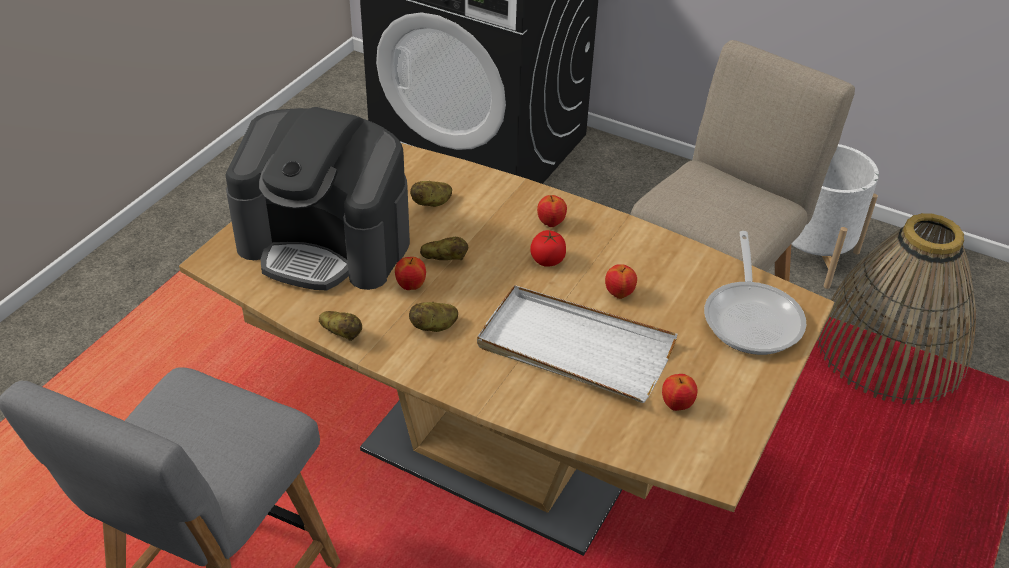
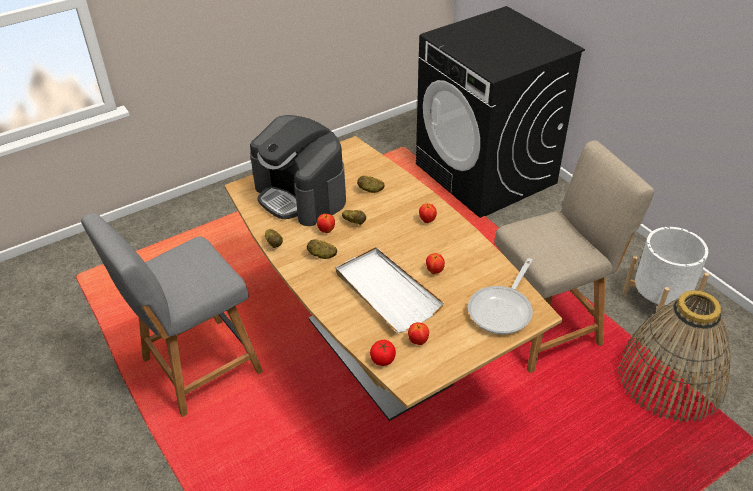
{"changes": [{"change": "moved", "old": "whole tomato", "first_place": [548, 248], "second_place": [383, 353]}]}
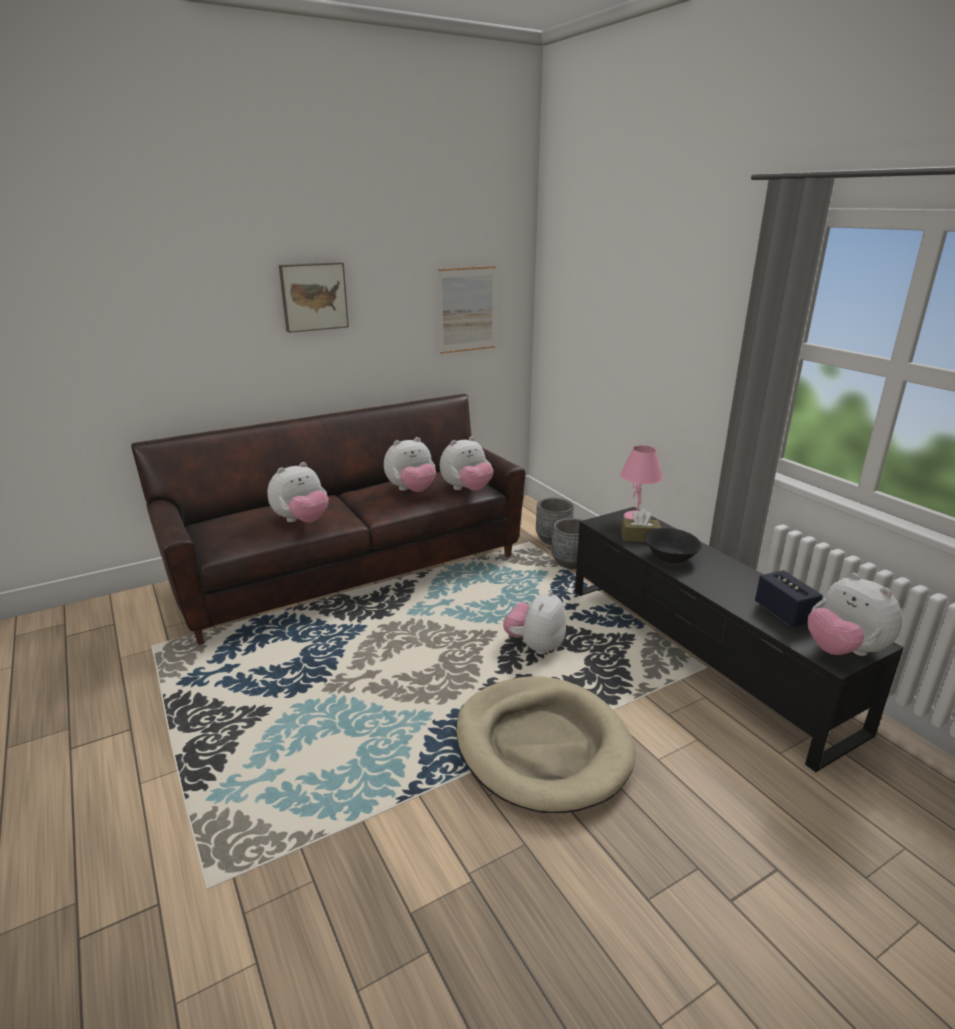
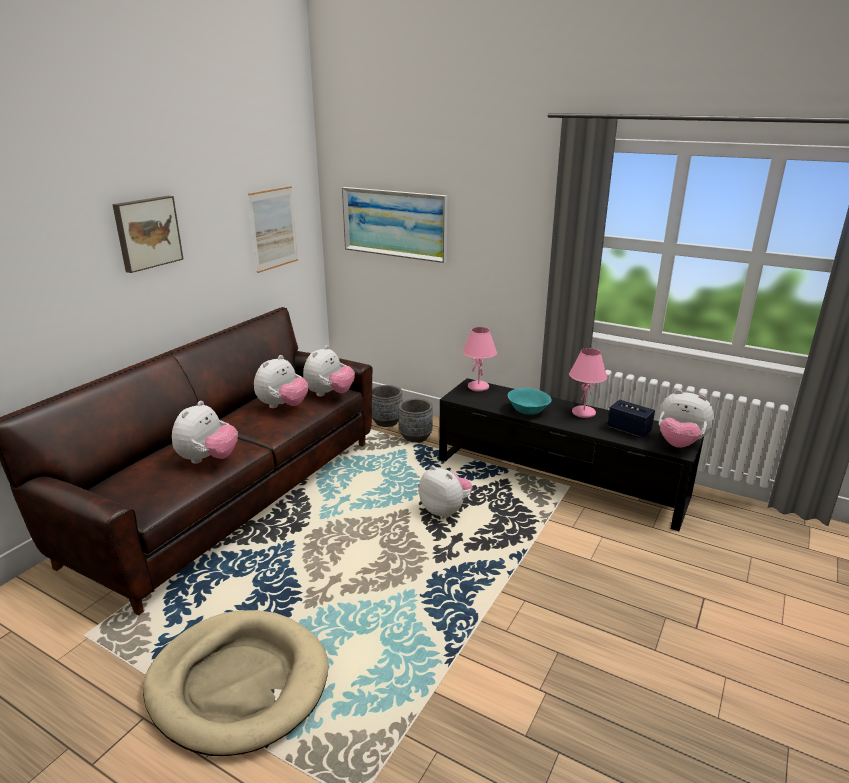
{"changes": [{"change": "removed", "old": "tissue holder/brown-coloured", "first_place": [641, 525]}, {"change": "recoloured", "old": "serving bowl/black", "new": "serving bowl/turquoise-coloured", "first_place": [673, 545], "second_place": [530, 401]}, {"change": "turned", "old": "cuddly toy", "first_place": [534, 622], "second_place": [446, 491], "degrees": 135}, {"change": "moved", "old": "dog bed/sand-coloured", "first_place": [546, 744], "second_place": [235, 683]}, {"change": "added", "new": "picture", "second_place": [394, 225]}, {"change": "added", "new": "tabletop lamp/pink-coloured", "second_place": [588, 383]}]}
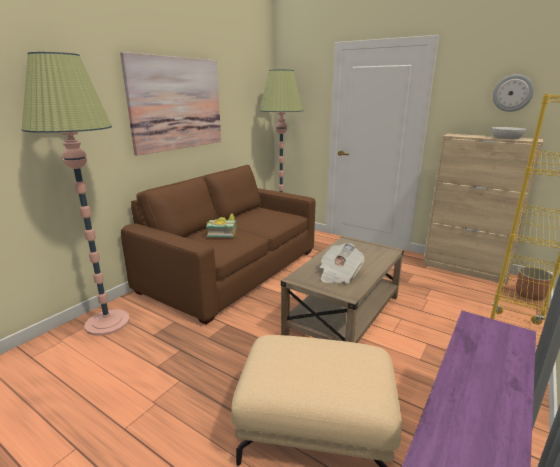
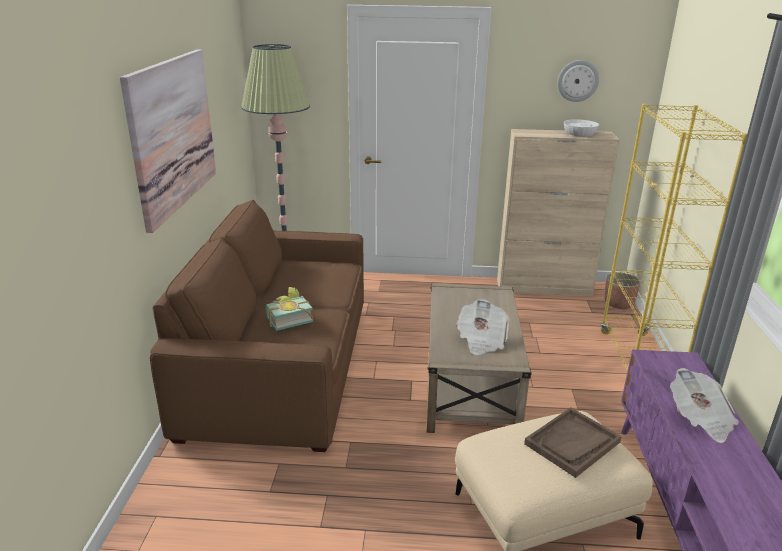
{"changes": [{"change": "removed", "old": "standing lamp", "first_place": [75, 194]}, {"change": "added", "new": "printed paper", "second_place": [704, 405]}, {"change": "added", "new": "tray/brown-coloured", "second_place": [573, 443]}]}
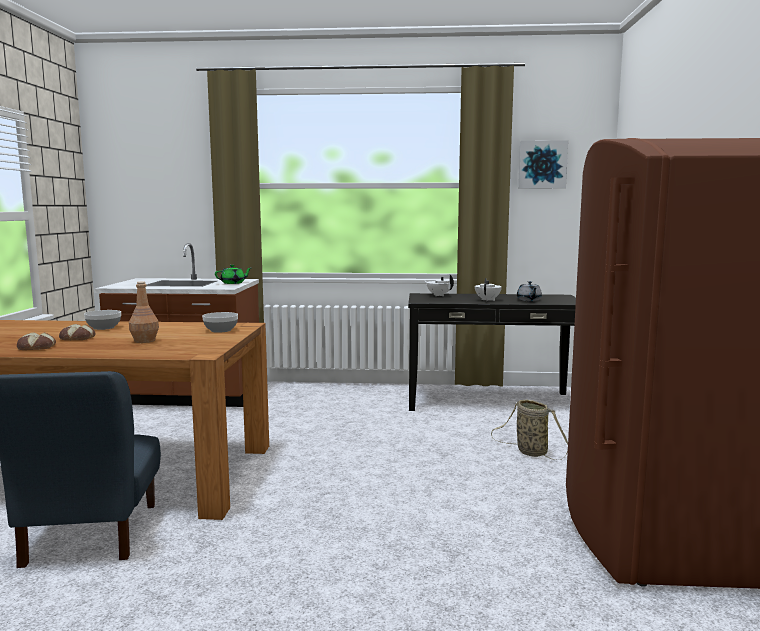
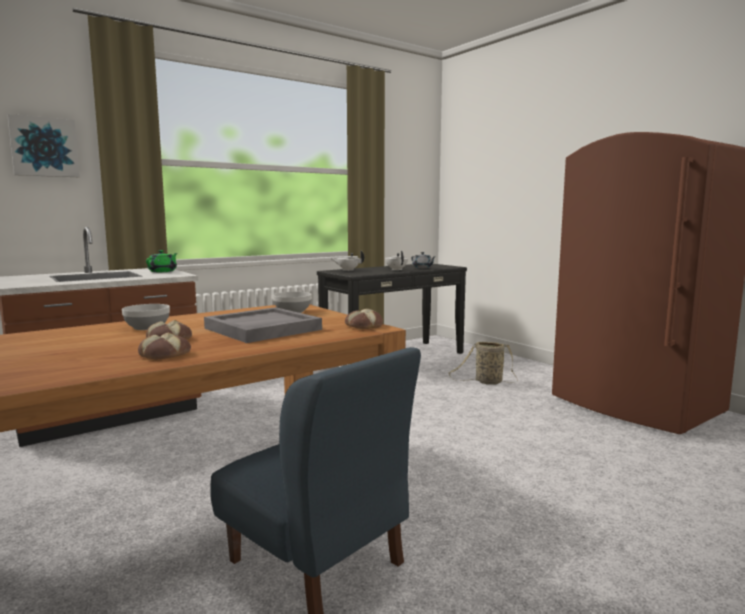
{"changes": [{"change": "moved", "old": "picture", "first_place": [543, 164], "second_place": [43, 145]}, {"change": "replaced", "old": "bottle/brown-coloured", "new": "tray/greyish", "first_place": [144, 312], "second_place": [263, 325]}, {"change": "added", "new": "bread", "second_place": [364, 319]}]}
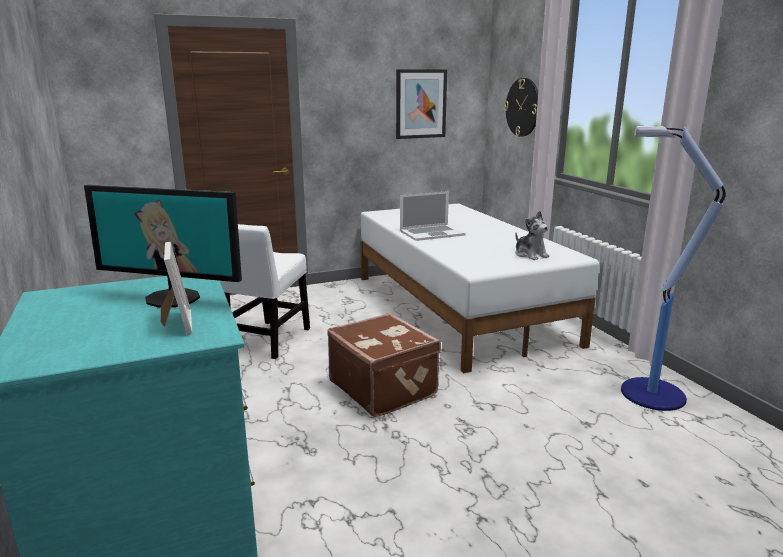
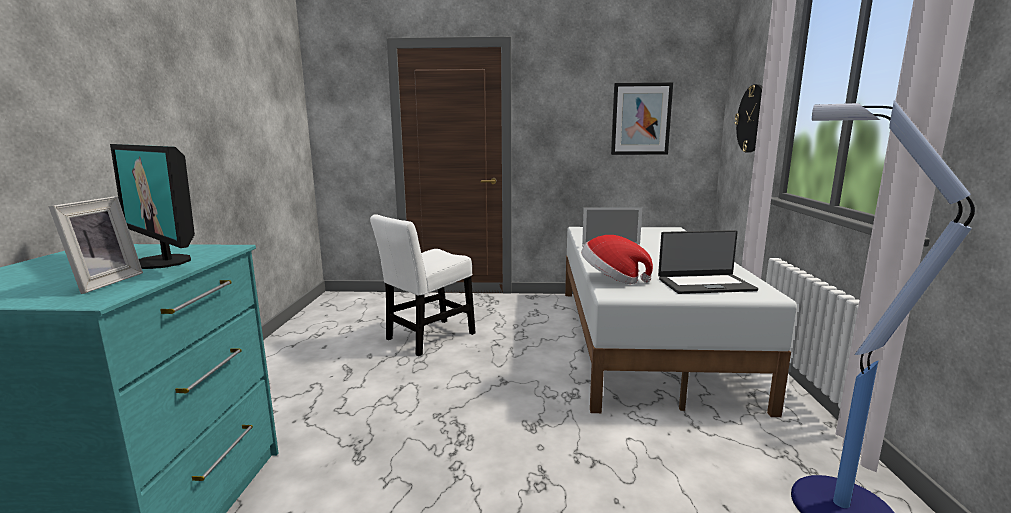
{"changes": [{"change": "replaced", "old": "cuddly toy", "new": "notebook computer", "first_place": [532, 235], "second_place": [708, 262]}, {"change": "removed", "old": "suitcase/brown-coloured", "first_place": [384, 365]}, {"change": "added", "new": "clothing hat", "second_place": [617, 259]}]}
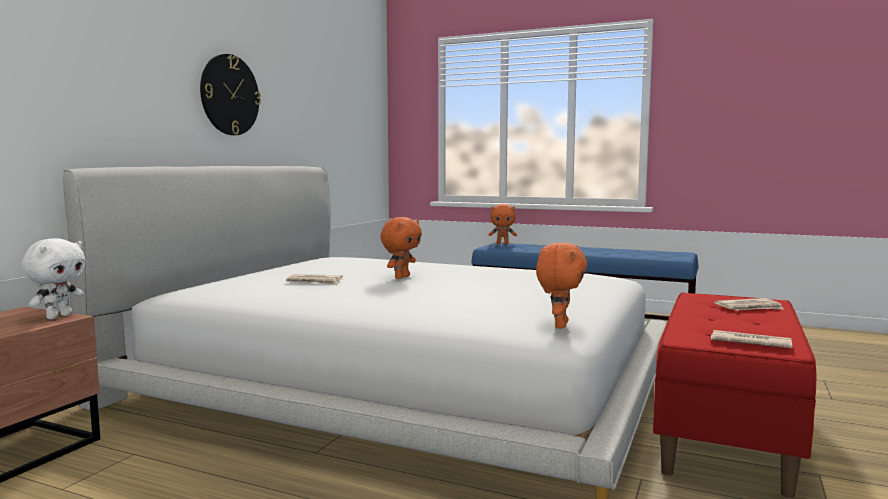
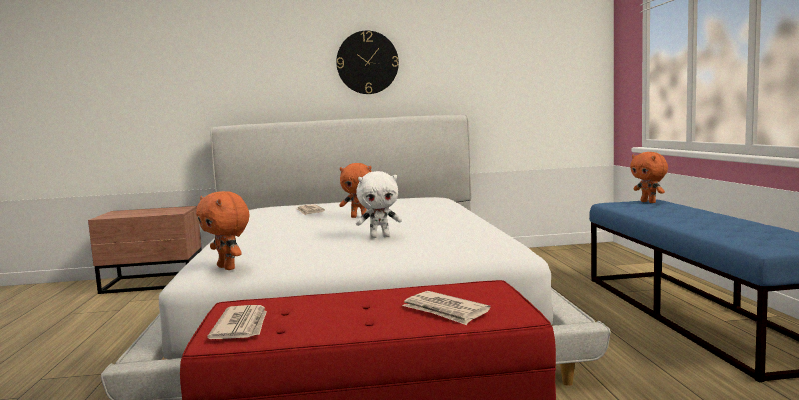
{"changes": [{"change": "moved", "old": "cuddly toy/white", "first_place": [53, 278], "second_place": [379, 204]}, {"change": "turned", "old": "cuddly toy/orangey", "first_place": [561, 286], "second_place": [223, 230], "degrees": 60}]}
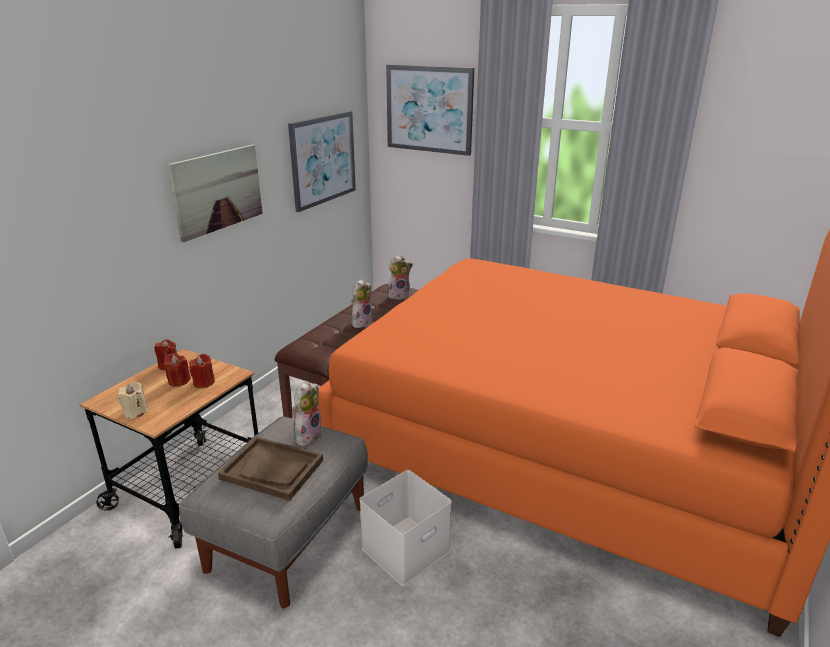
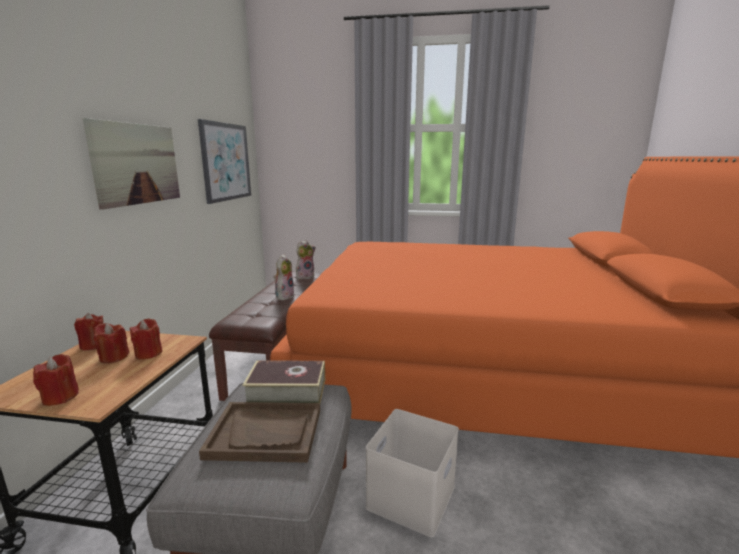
{"changes": [{"change": "removed", "old": "picture", "first_place": [430, 110]}, {"change": "recoloured", "old": "wax light/sand-coloured", "new": "wax light/reddish", "first_place": [133, 399], "second_place": [56, 380]}, {"change": "replaced", "old": "cuddly toy", "new": "volume", "first_place": [307, 413], "second_place": [284, 381]}]}
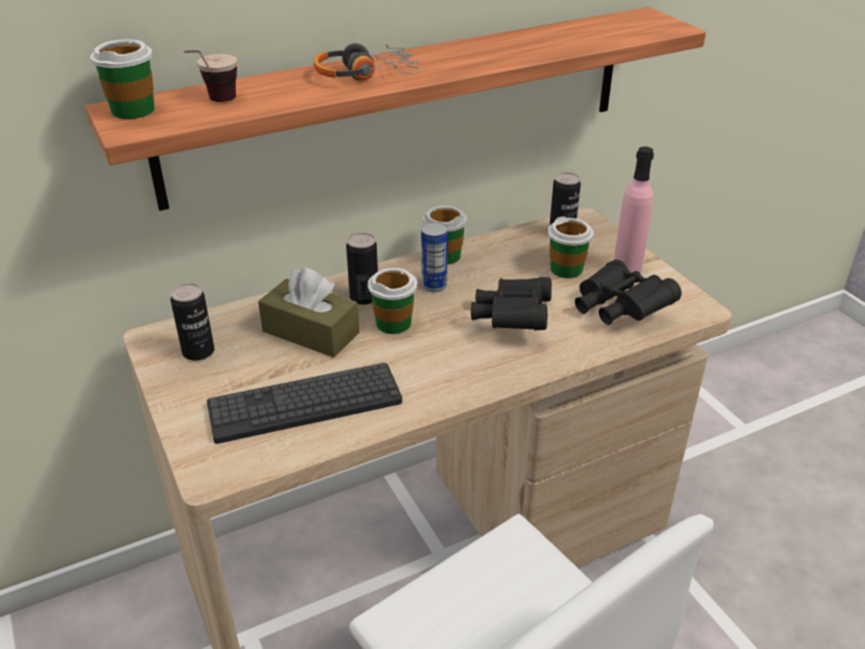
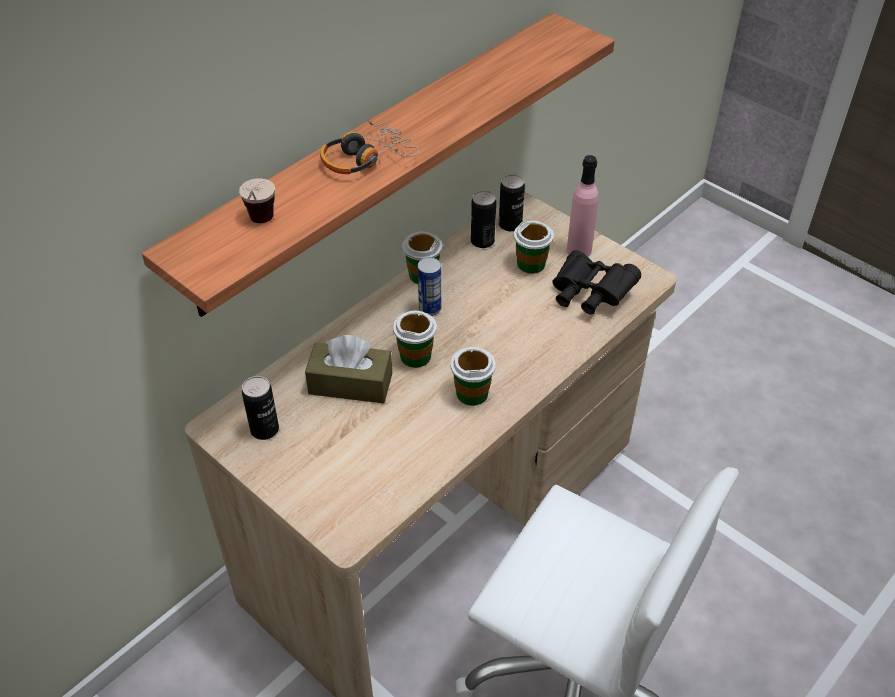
{"changes": [{"change": "moved", "old": "cup", "first_place": [122, 79], "second_place": [473, 376]}, {"change": "moved", "old": "sealed can", "first_place": [362, 269], "second_place": [483, 219]}, {"change": "removed", "old": "field glasses/black", "first_place": [511, 303]}, {"change": "removed", "old": "PC keyboard", "first_place": [304, 403]}]}
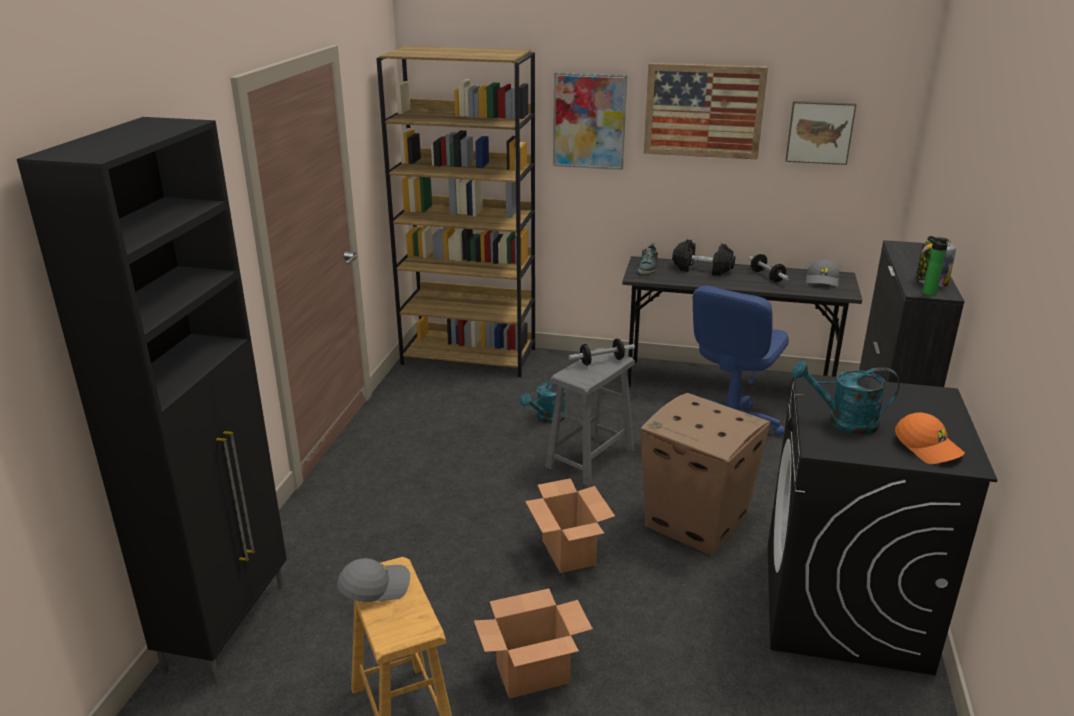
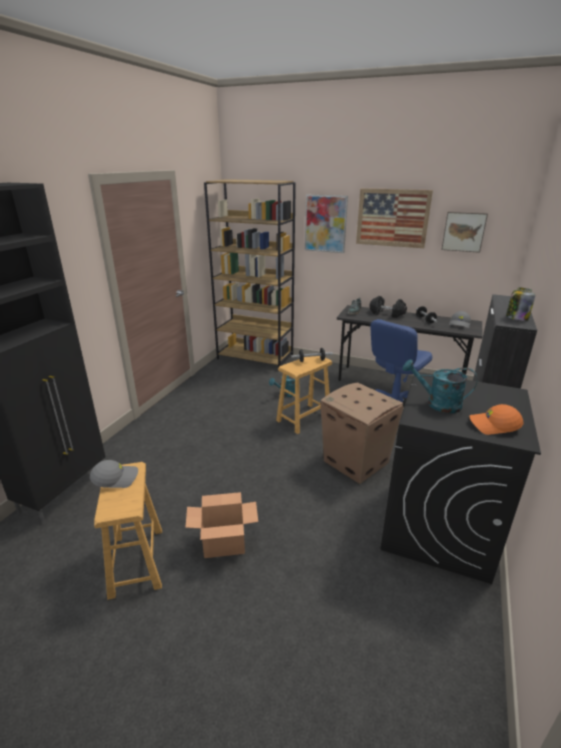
{"changes": [{"change": "removed", "old": "bottle", "first_place": [935, 266]}, {"change": "recoloured", "old": "stool/greyish", "new": "stool/brown-coloured", "first_place": [590, 417], "second_place": [304, 395]}, {"change": "turned", "old": "peaked cap/orangey", "first_place": [930, 438], "second_place": [496, 419], "degrees": 120}, {"change": "removed", "old": "cardboard box", "first_place": [570, 525]}]}
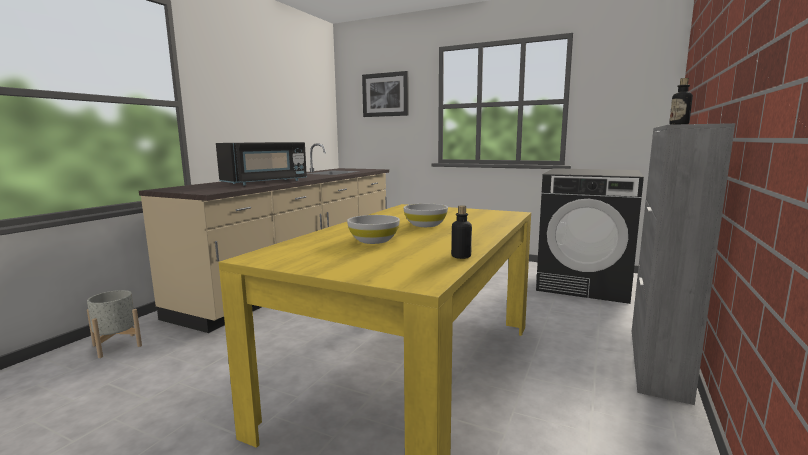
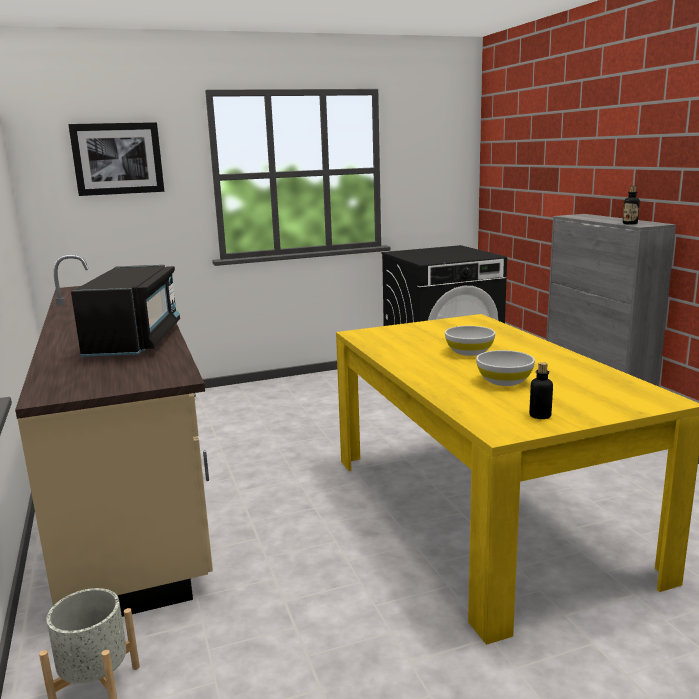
{"changes": [{"change": "moved", "old": "bottle", "first_place": [461, 232], "second_place": [541, 390]}]}
